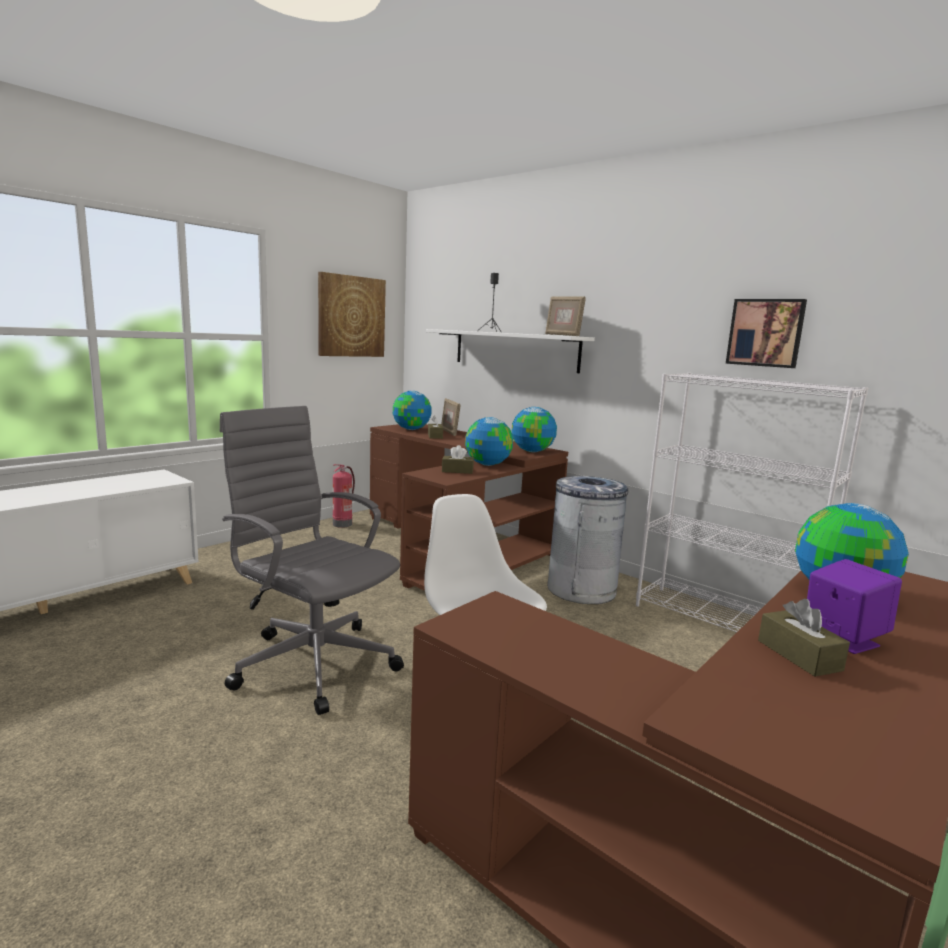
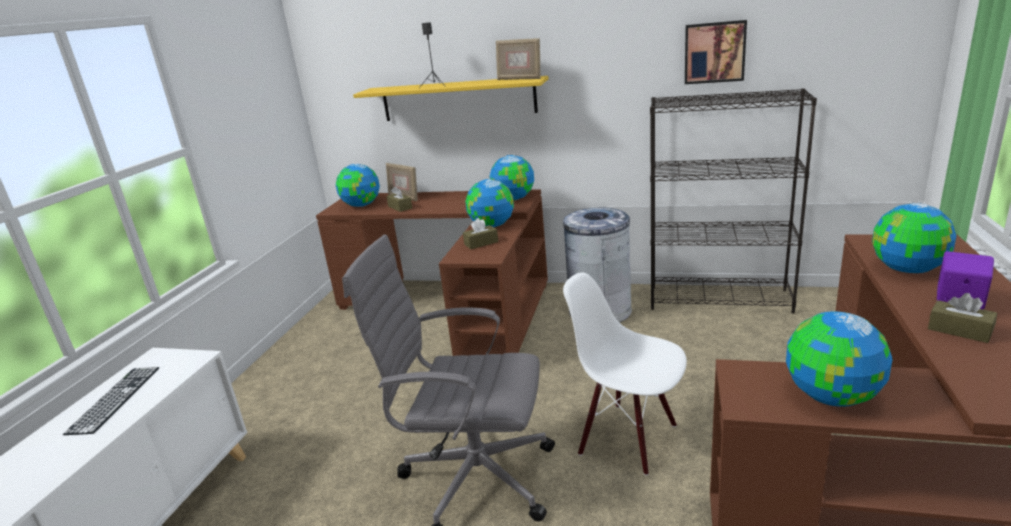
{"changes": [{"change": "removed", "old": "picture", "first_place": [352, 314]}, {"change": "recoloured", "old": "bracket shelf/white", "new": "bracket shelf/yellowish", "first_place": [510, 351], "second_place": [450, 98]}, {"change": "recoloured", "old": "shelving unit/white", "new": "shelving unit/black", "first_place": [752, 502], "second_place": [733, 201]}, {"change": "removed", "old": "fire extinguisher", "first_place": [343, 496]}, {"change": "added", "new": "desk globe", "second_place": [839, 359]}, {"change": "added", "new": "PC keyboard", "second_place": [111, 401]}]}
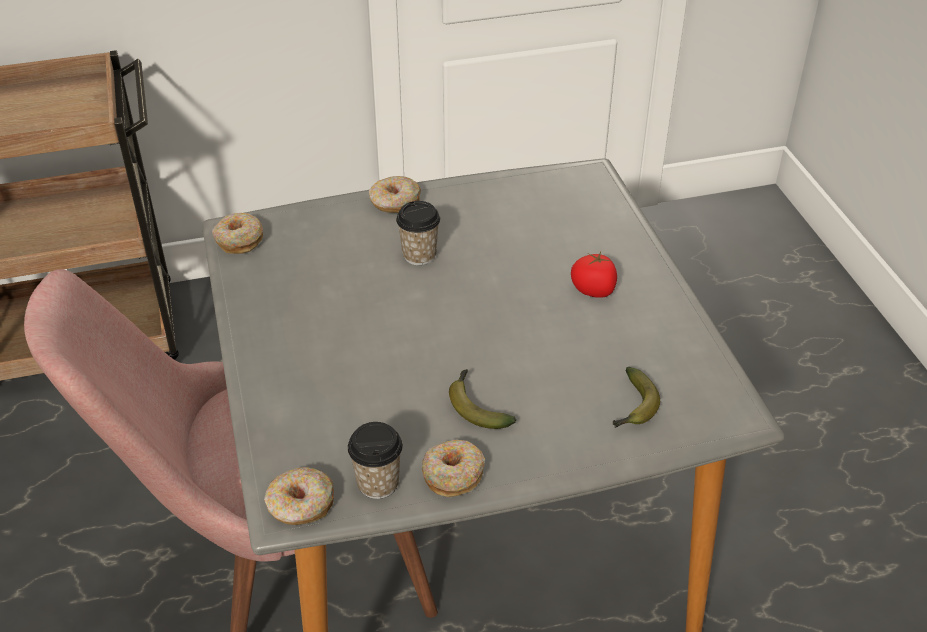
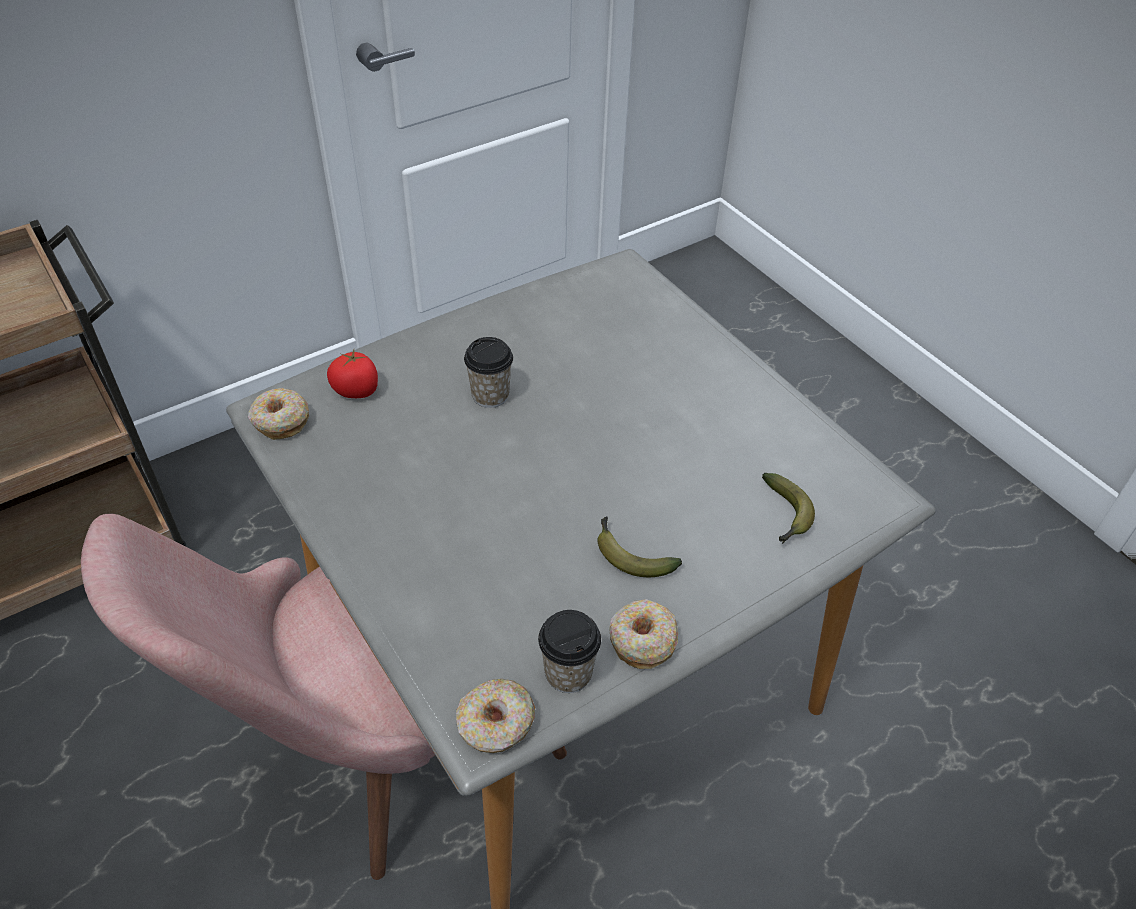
{"changes": [{"change": "removed", "old": "doughnut", "first_place": [395, 194]}, {"change": "moved", "old": "whole tomato", "first_place": [594, 274], "second_place": [352, 374]}]}
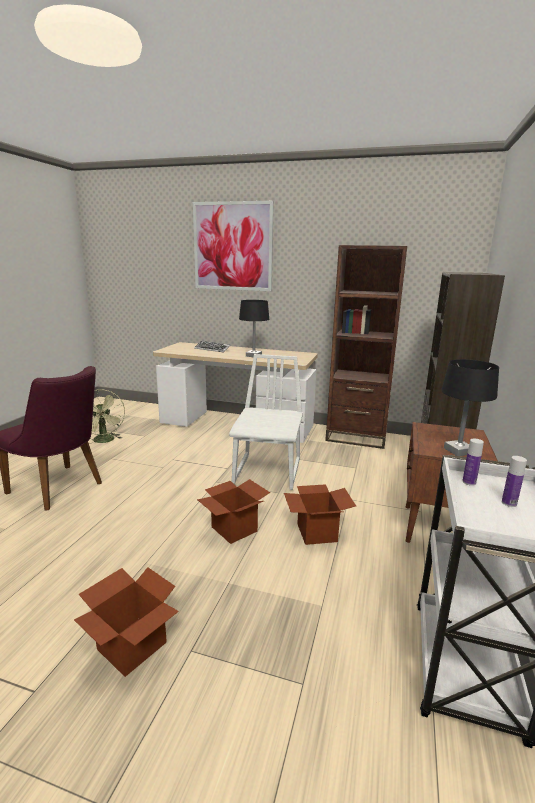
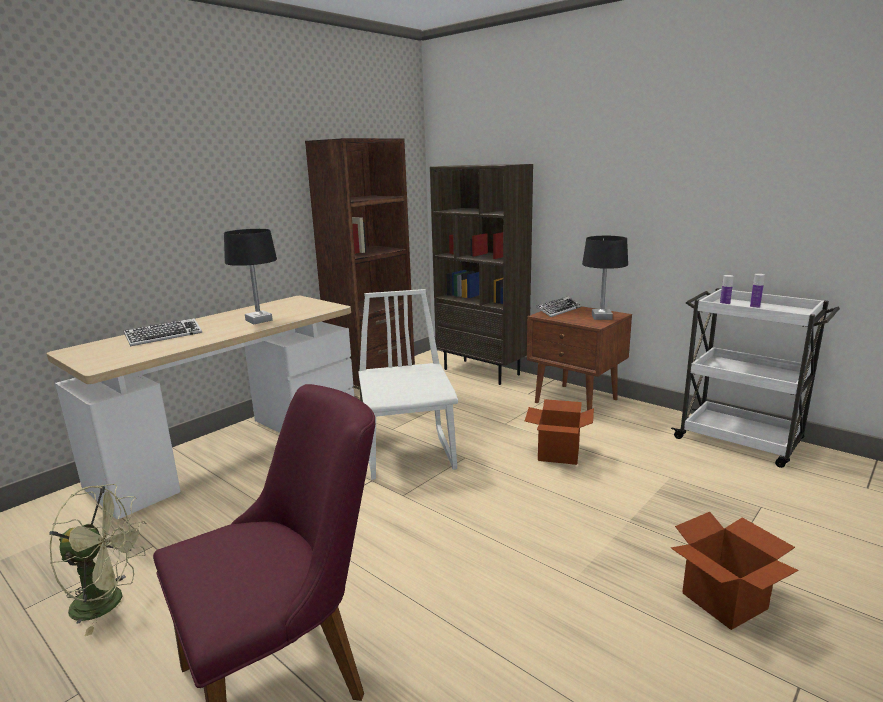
{"changes": [{"change": "removed", "old": "picture", "first_place": [233, 246]}, {"change": "turned", "old": "upright chair/white", "first_place": [266, 422], "second_place": [408, 384], "degrees": 45}, {"change": "removed", "old": "cardboard box", "first_place": [233, 511]}, {"change": "added", "new": "PC keyboard", "second_place": [559, 306]}]}
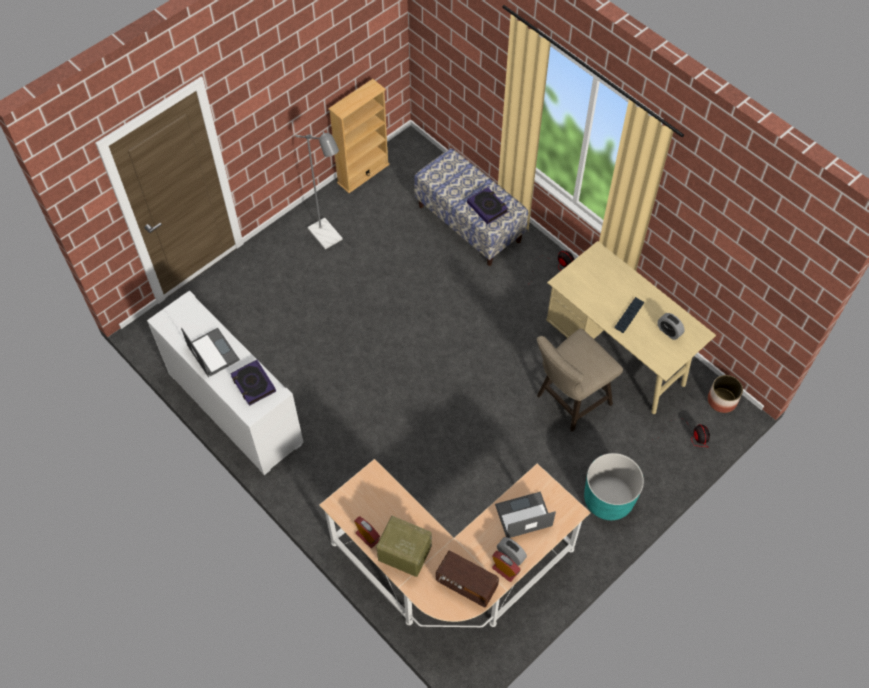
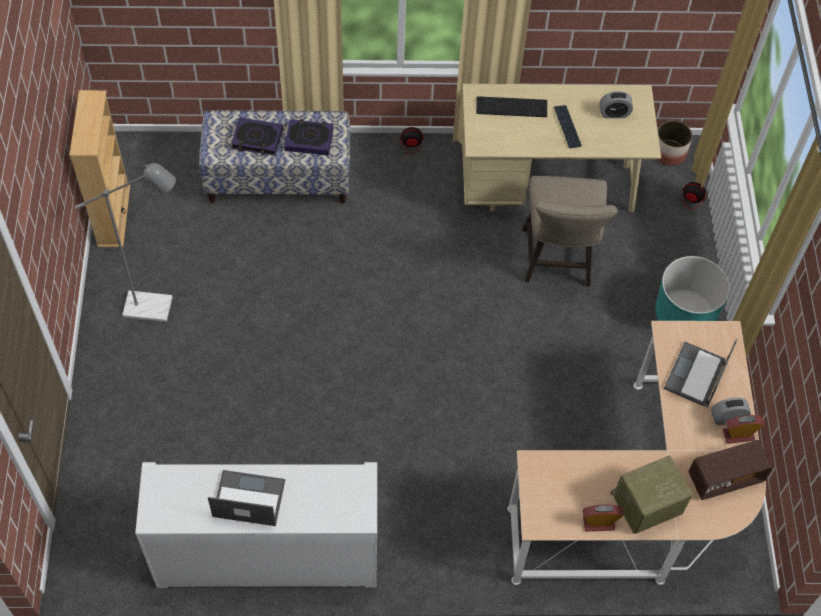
{"changes": [{"change": "moved", "old": "volume", "first_place": [253, 383], "second_place": [257, 136]}, {"change": "added", "new": "PC keyboard", "second_place": [511, 106]}]}
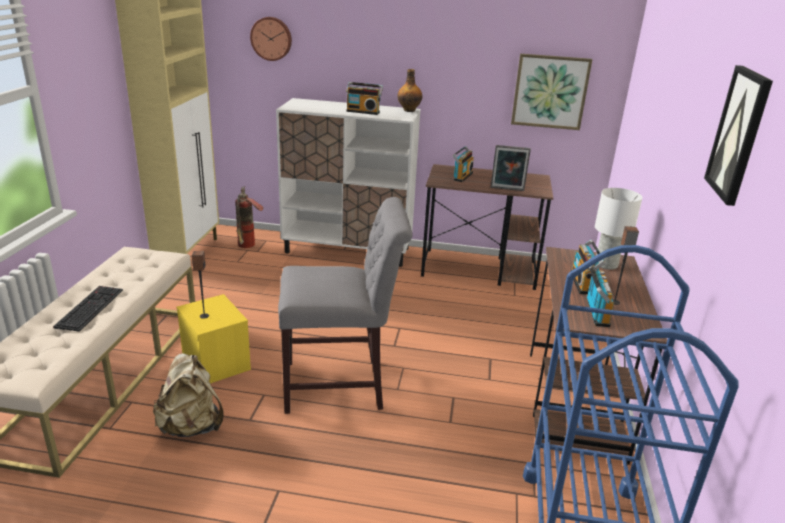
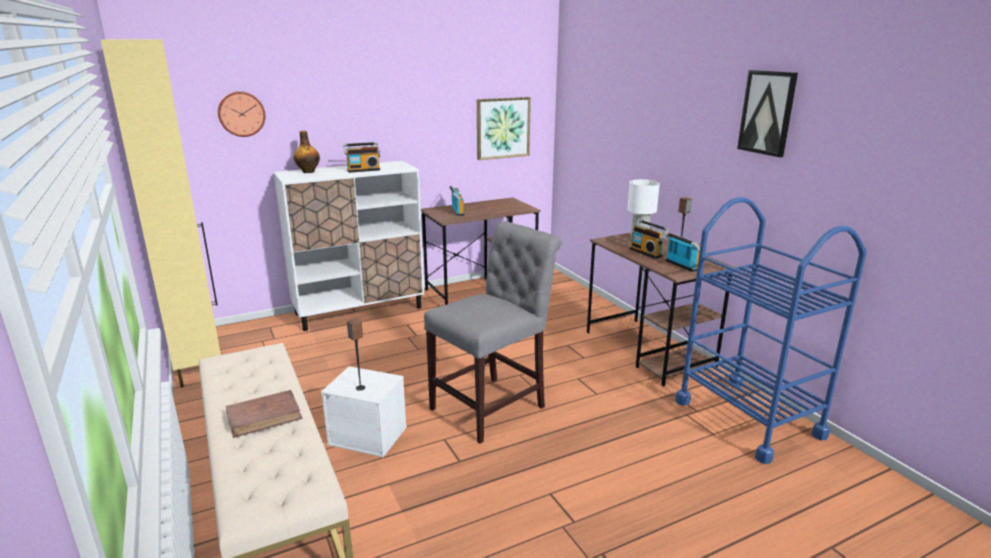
{"changes": [{"change": "moved", "old": "bottle", "first_place": [409, 90], "second_place": [307, 152]}, {"change": "removed", "old": "photo frame", "first_place": [511, 168]}, {"change": "removed", "old": "fire extinguisher", "first_place": [249, 217]}, {"change": "replaced", "old": "PC keyboard", "new": "volume/brown-coloured", "first_place": [88, 309], "second_place": [264, 414]}, {"change": "recoloured", "old": "storage bin/yellowish", "new": "storage bin/white", "first_place": [213, 339], "second_place": [364, 411]}, {"change": "removed", "old": "rucksack/sand-coloured", "first_place": [188, 395]}]}
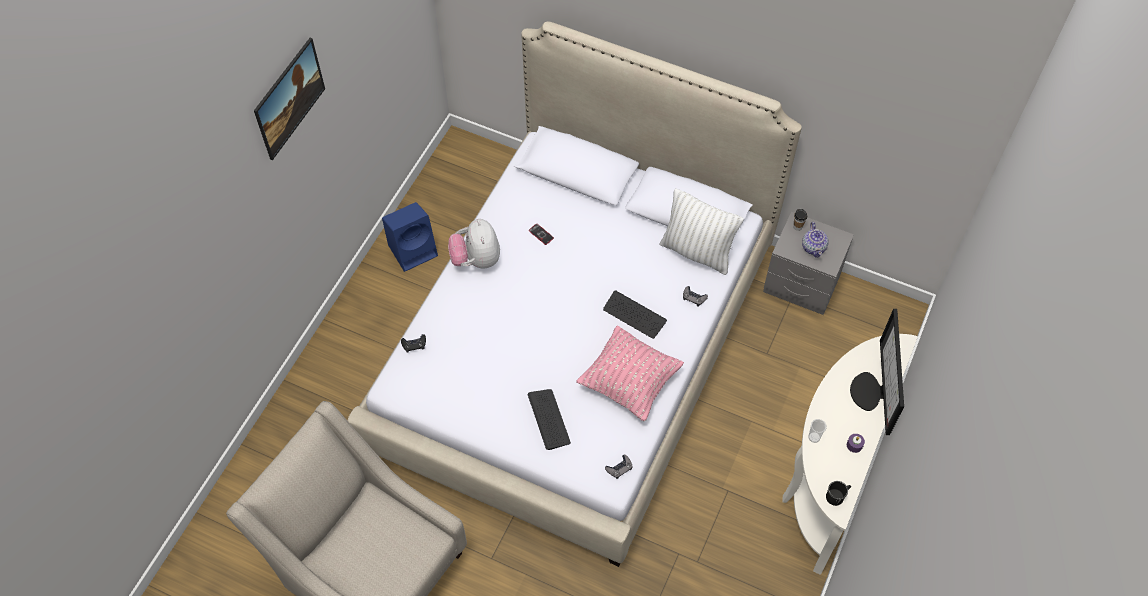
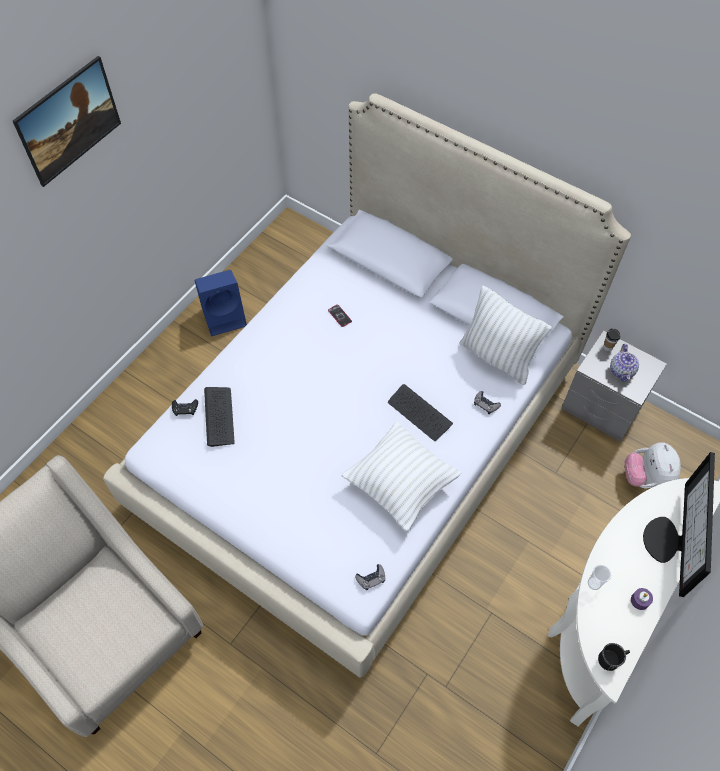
{"changes": [{"change": "moved", "old": "cuddly toy", "first_place": [474, 244], "second_place": [653, 465]}, {"change": "recoloured", "old": "pillow/pink-coloured", "new": "pillow/white", "first_place": [630, 373], "second_place": [401, 476]}, {"change": "moved", "old": "PC keyboard", "first_place": [549, 419], "second_place": [219, 417]}]}
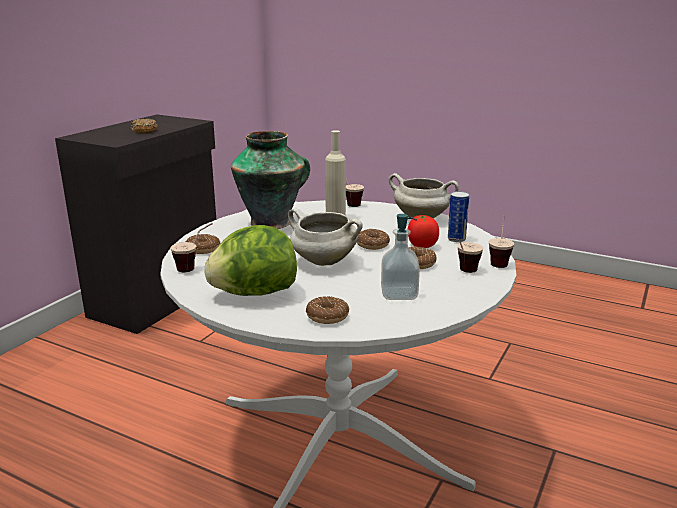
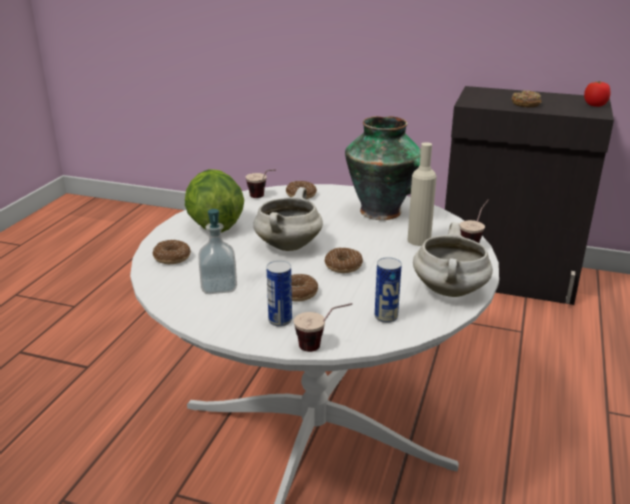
{"changes": [{"change": "moved", "old": "whole tomato", "first_place": [423, 231], "second_place": [597, 94]}, {"change": "replaced", "old": "cup", "new": "sealed can", "first_place": [466, 255], "second_place": [279, 294]}]}
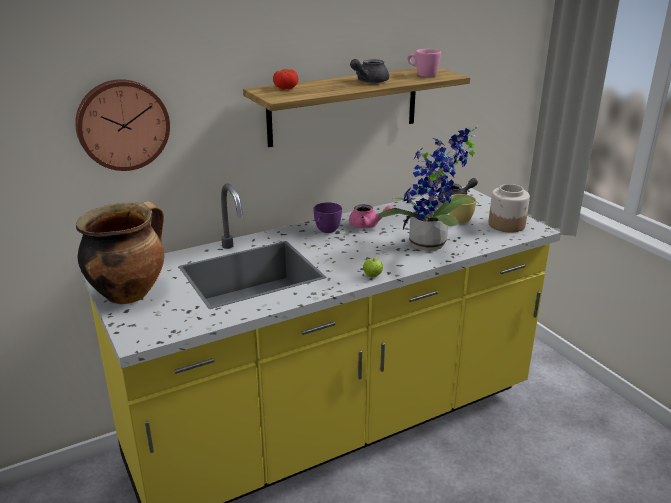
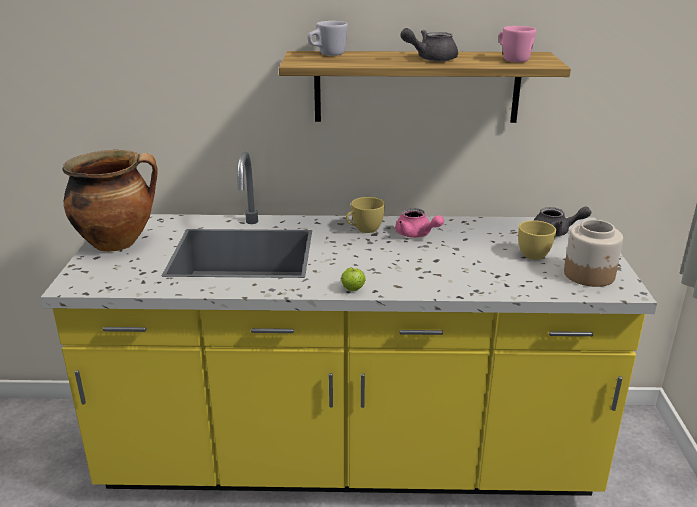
{"changes": [{"change": "replaced", "old": "whole tomato", "new": "mug/white", "first_place": [285, 79], "second_place": [327, 38]}, {"change": "removed", "old": "wall clock", "first_place": [122, 125]}, {"change": "removed", "old": "houseplant", "first_place": [428, 188]}, {"change": "recoloured", "old": "cup/purple-coloured", "new": "cup/yellowish", "first_place": [327, 217], "second_place": [365, 215]}]}
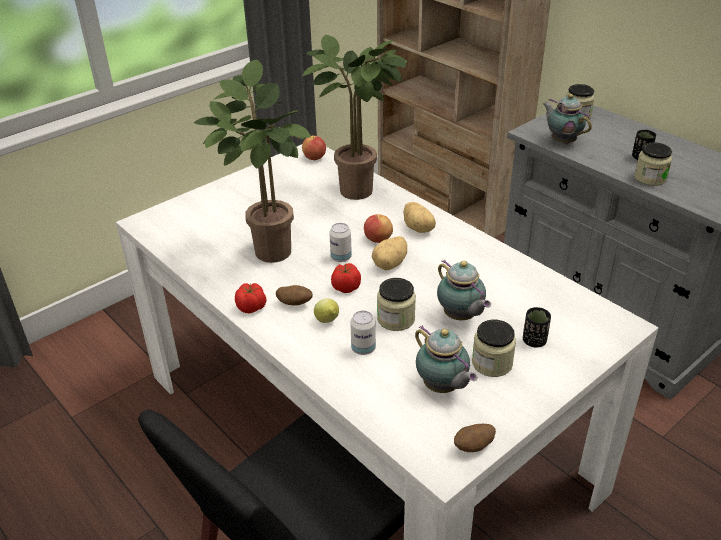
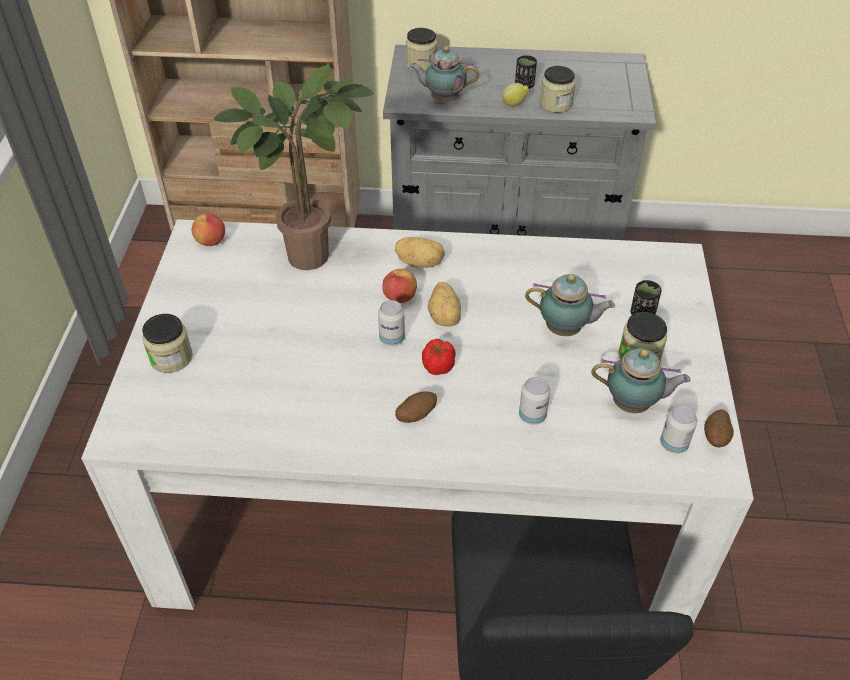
{"changes": [{"change": "removed", "old": "houseplant", "first_place": [252, 161]}, {"change": "moved", "old": "preserve jar", "first_place": [396, 304], "second_place": [167, 343]}, {"change": "removed", "old": "whole tomato", "first_place": [250, 298]}, {"change": "moved", "old": "citrus fruit", "first_place": [326, 310], "second_place": [516, 94]}, {"change": "added", "new": "sealed can", "second_place": [678, 429]}]}
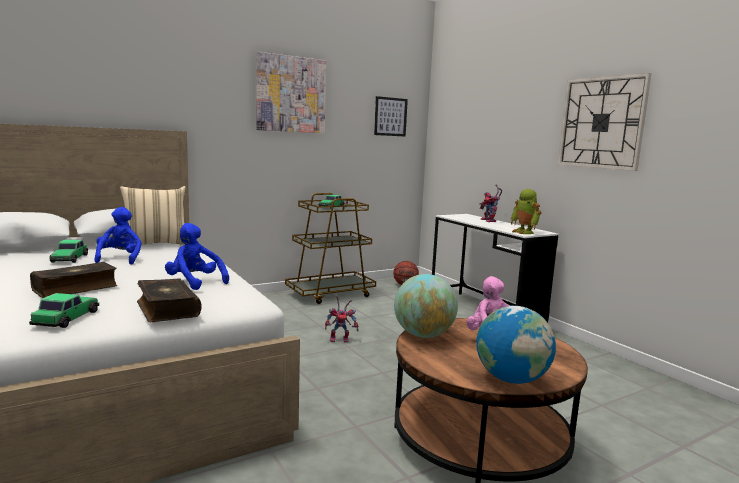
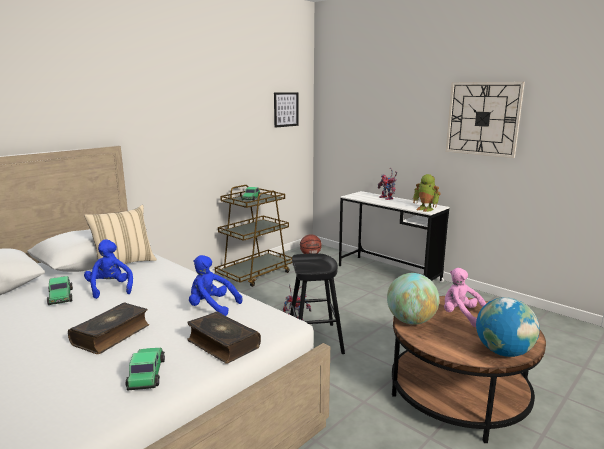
{"changes": [{"change": "removed", "old": "picture", "first_place": [291, 92]}, {"change": "added", "new": "stool/black", "second_place": [317, 303]}]}
